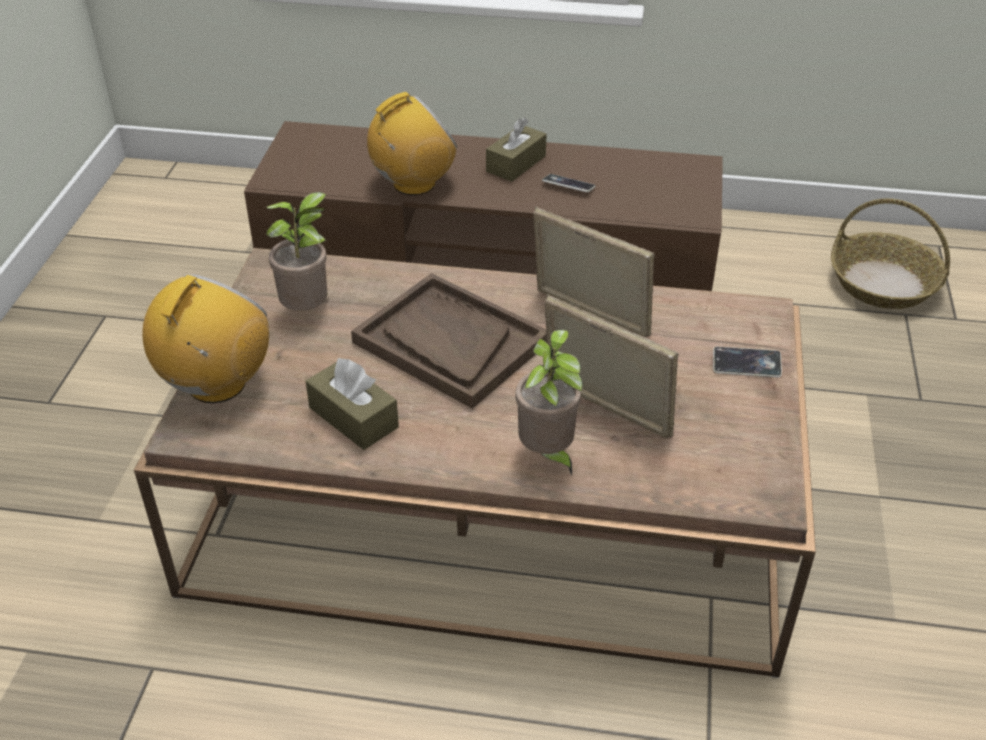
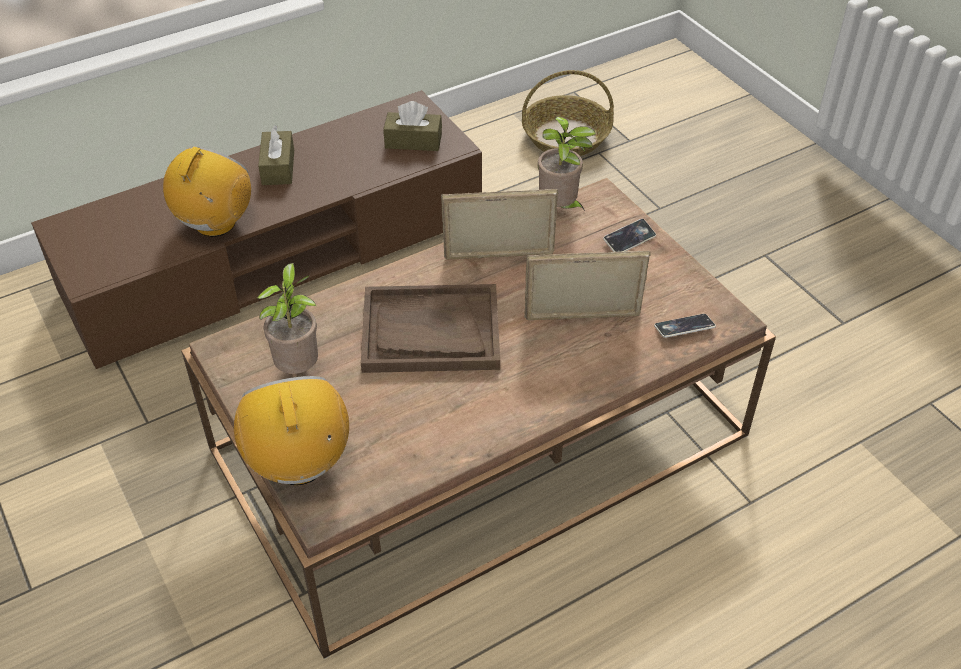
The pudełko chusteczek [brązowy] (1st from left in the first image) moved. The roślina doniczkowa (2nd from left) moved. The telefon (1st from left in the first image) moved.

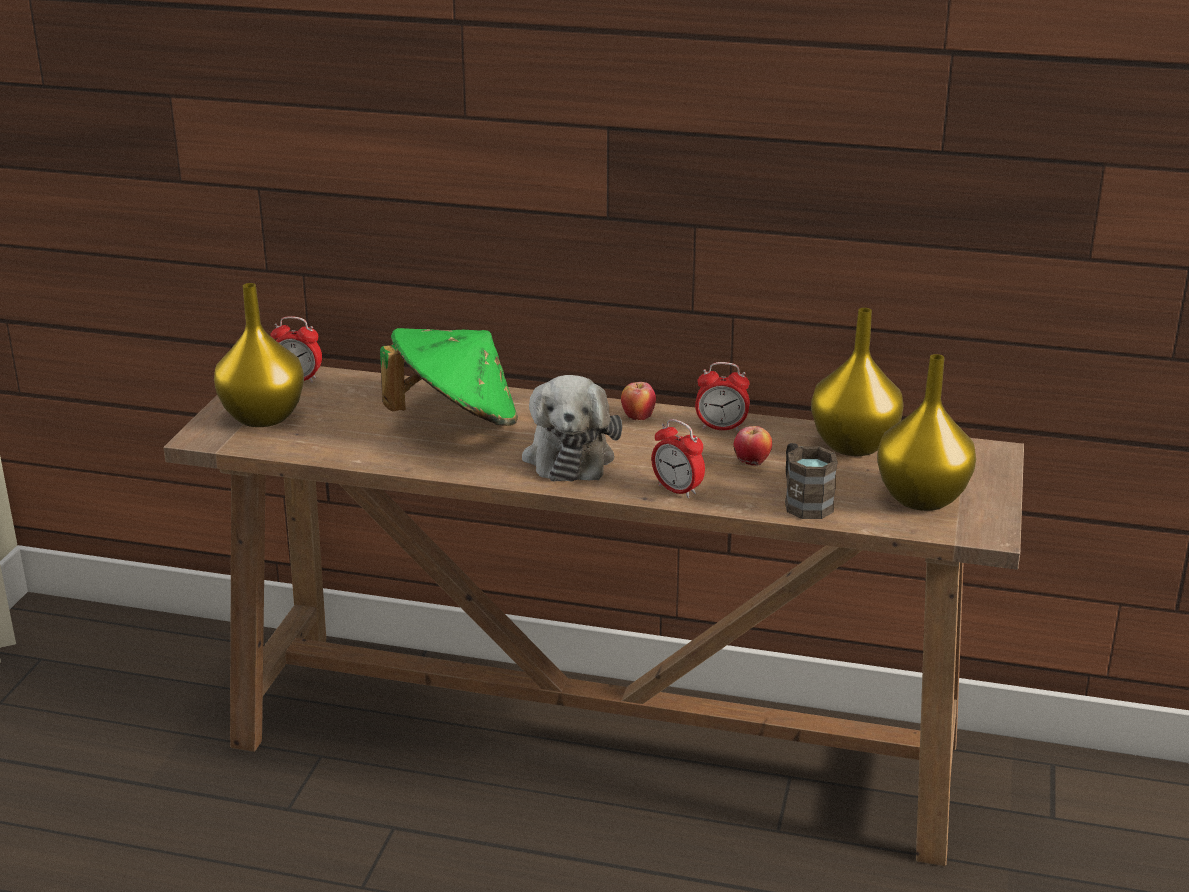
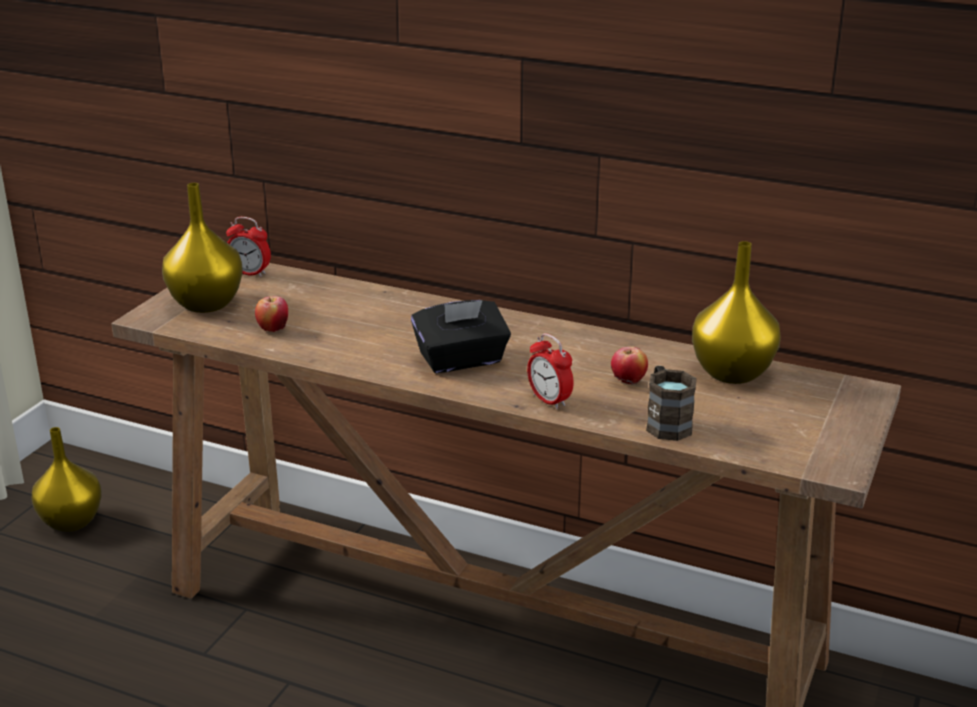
The kapelusz [zielony] disappeared. The budzik (3rd from left) disappeared. The jabłko (1st from left) moved. The wazon [żółty] (3rd from left in the first image) moved. The pluszak was replaced by the pudełko chusteczek [czarny].

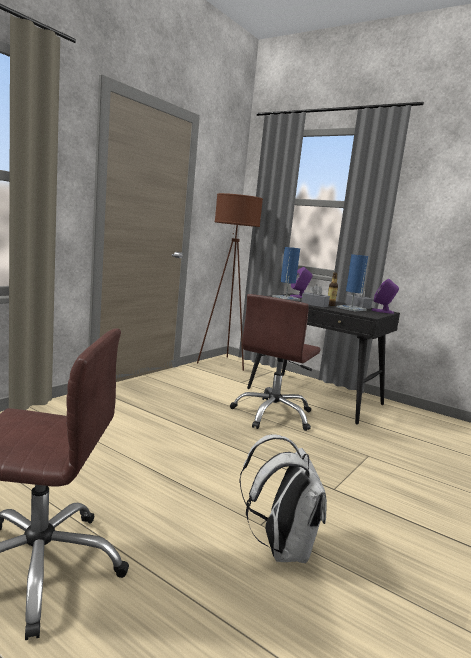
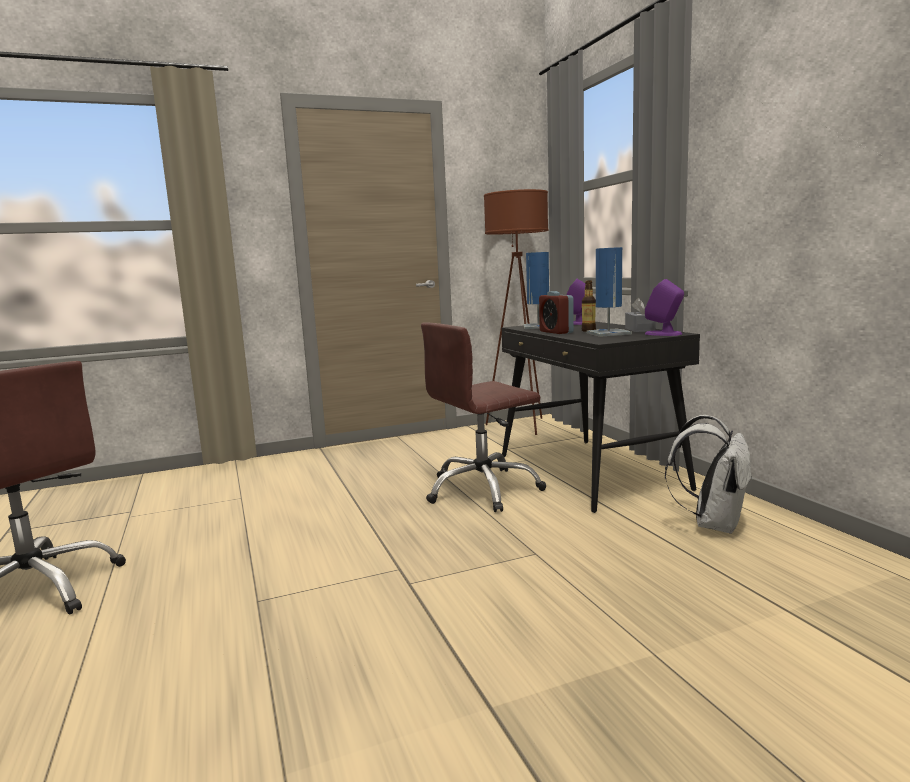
The plecak [biały] moved. The pudełko chusteczek [szary] (1st from left) was replaced by the budzik.

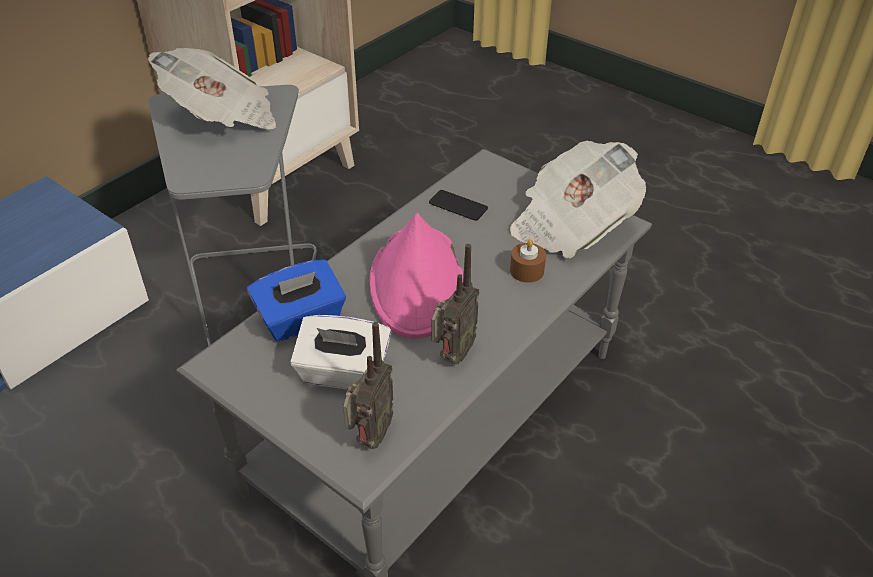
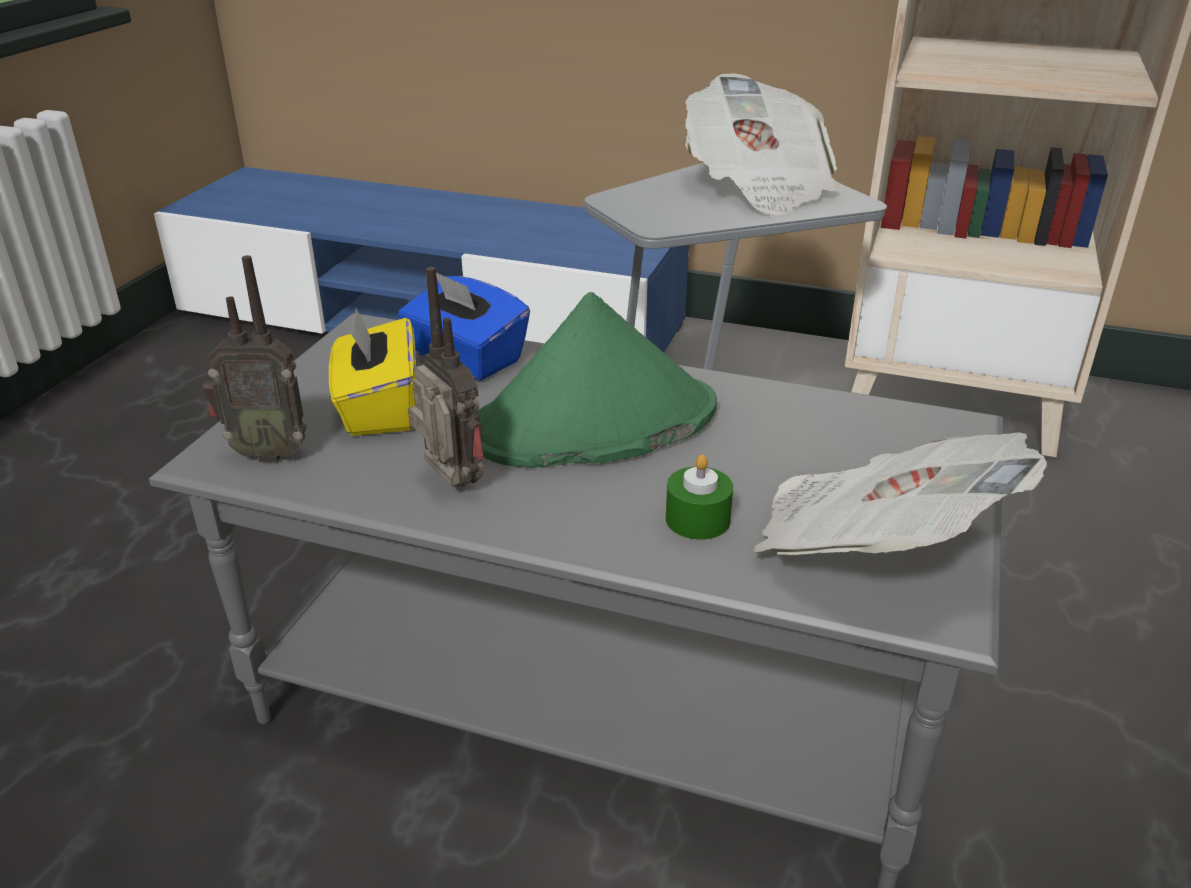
The telefon disappeared. The pudełko chusteczek [biały] became the pudełko chusteczek [żółty]. The kapelusz [różowy] became the kapelusz [zielony]. The świeca [brązowy] became the świeca [zielony]. The radio (2nd from left) turned 135 degrees counterclockwise.

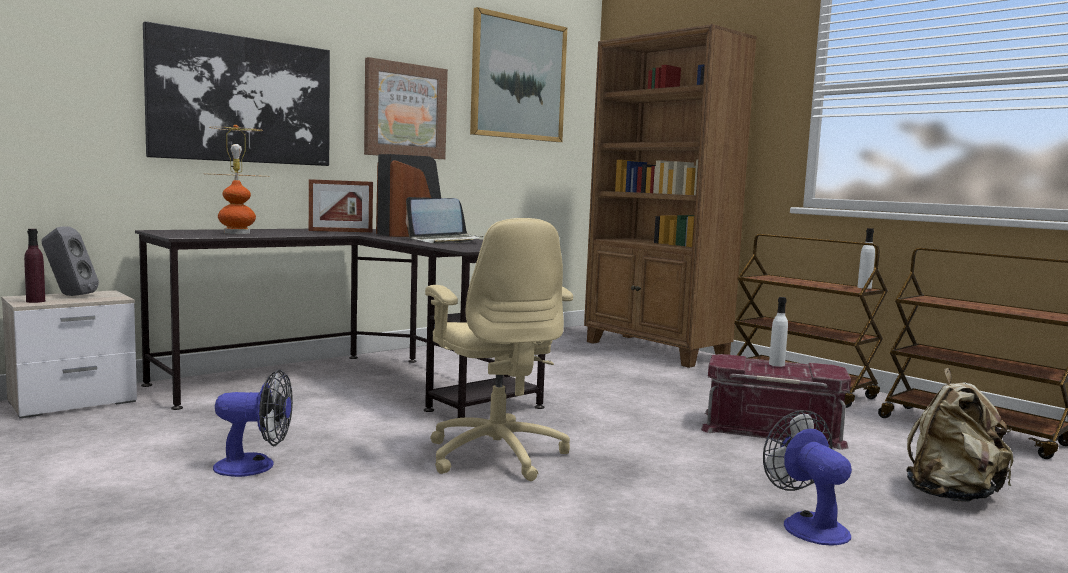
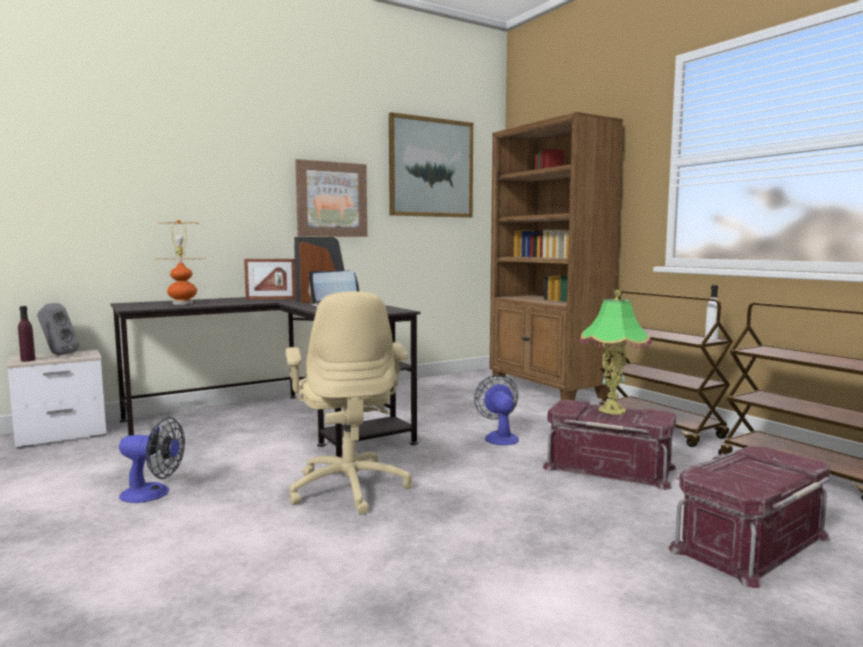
The obraz (1st from left) disappeared. The wentylator (2nd from left) moved. The butelka [biały] (1st from left) was replaced by the lampa stołowa (2nd from left). The plecak [beżowy] was replaced by the pojemnik do przechowywania [czerwony] (2nd from left).

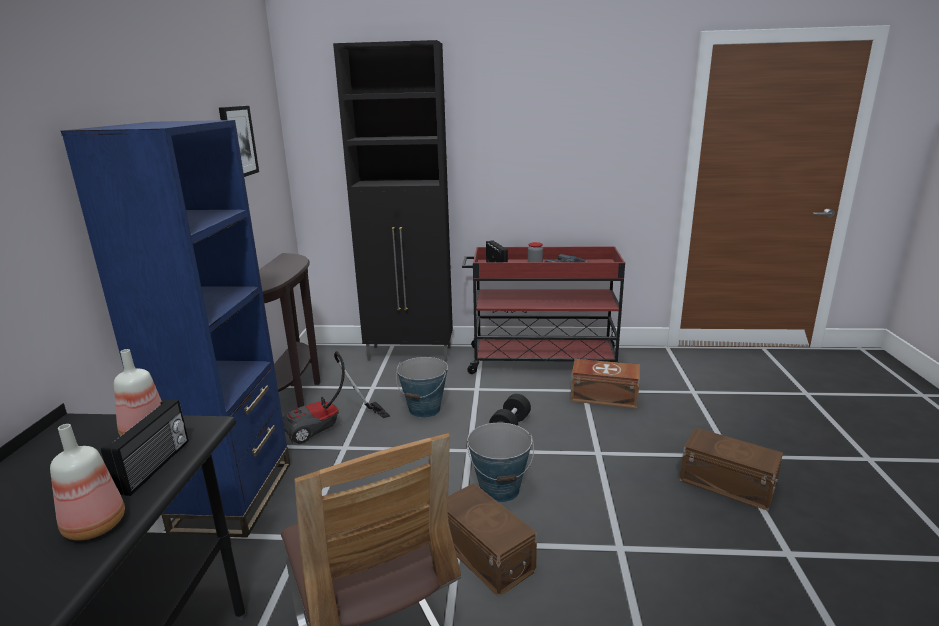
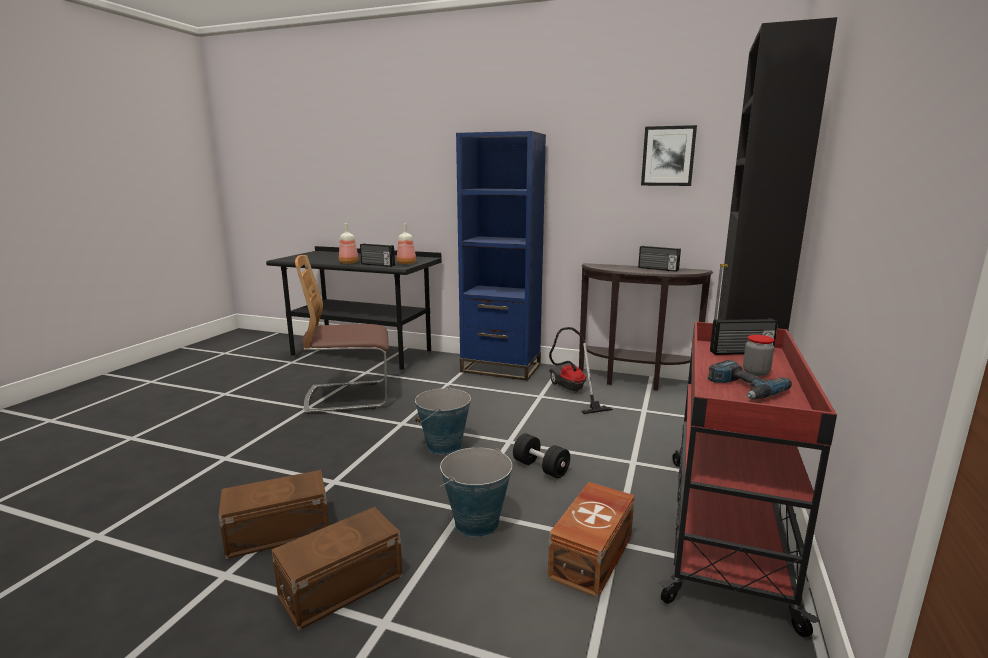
The radio (2nd from left) appeared. The wiadro (1st from left in the first image) moved. The pojemnik do przechowywania [brązowy] (1st from left) moved.

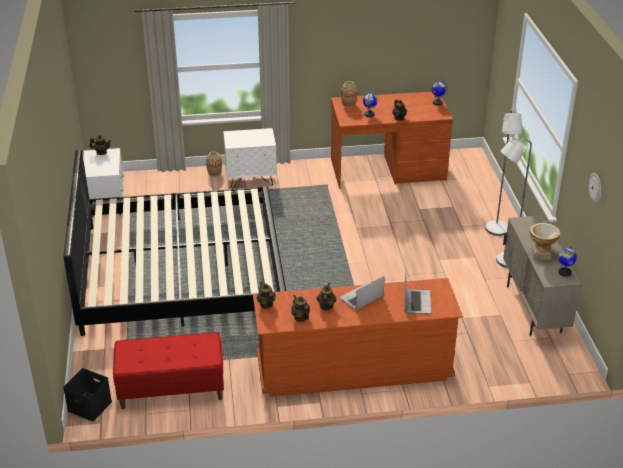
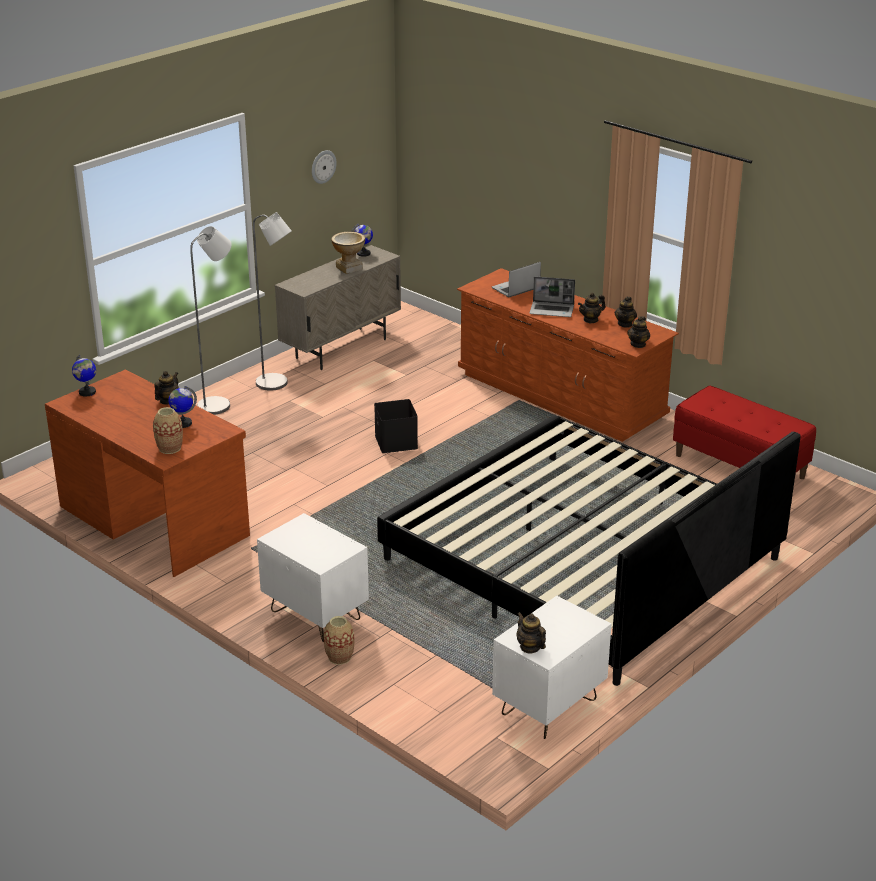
The pojemnik do przechowywania [czarny] moved.

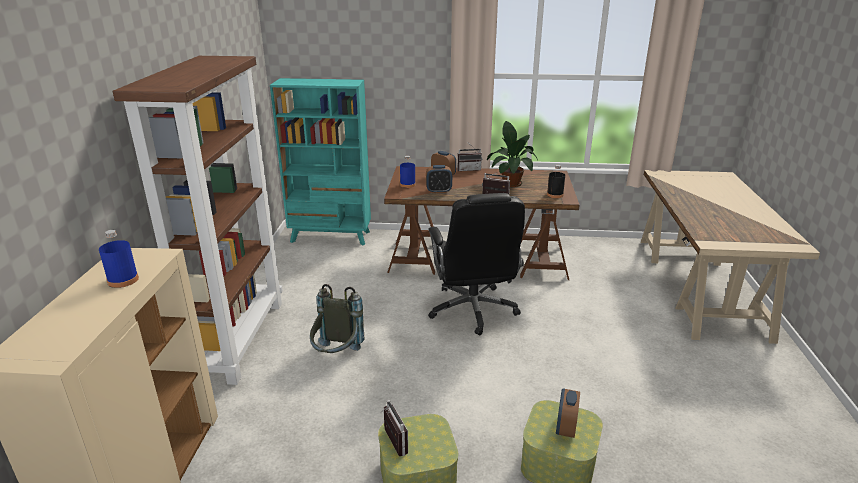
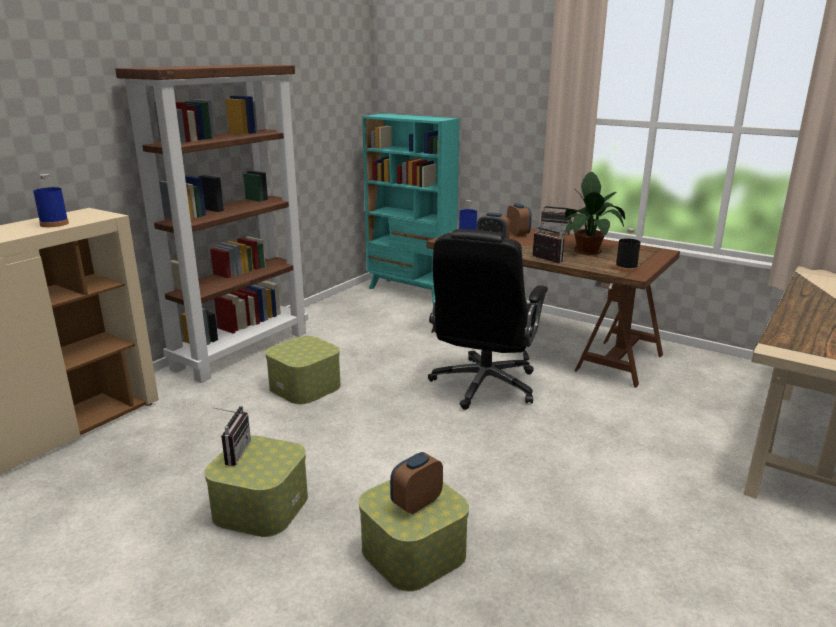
The plecak [szary] was replaced by the pojemnik do przechowywania (2nd from left).

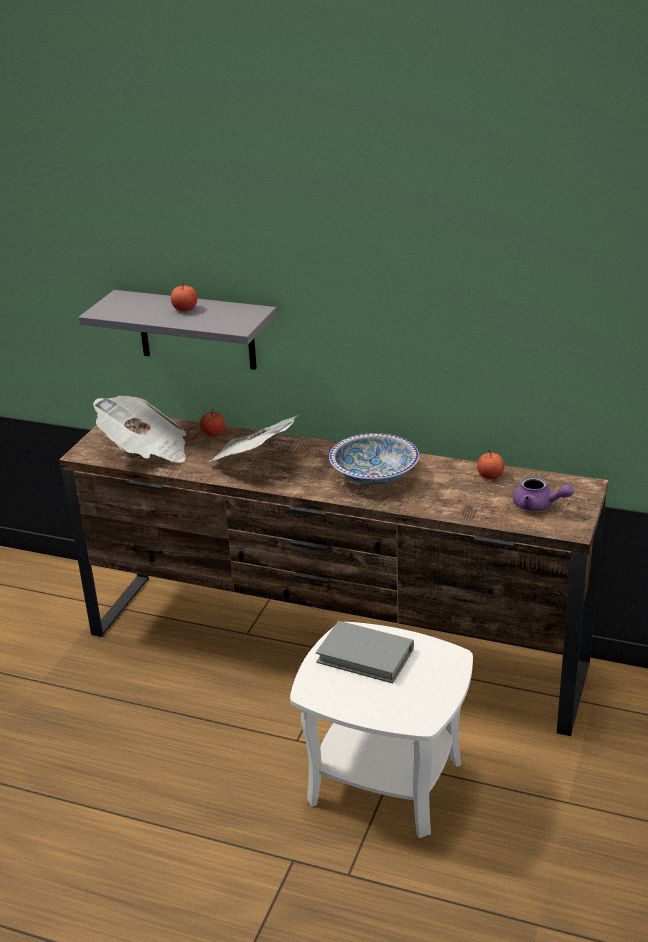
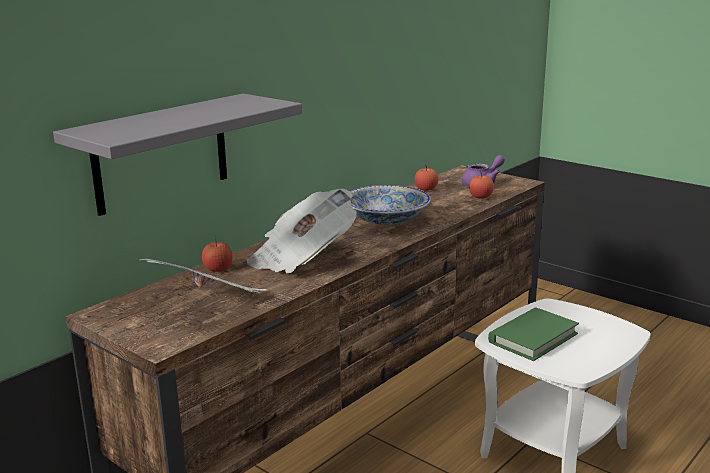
The jabłko (1st from left in the first image) moved. The książka [szary] became the książka [zielony].

